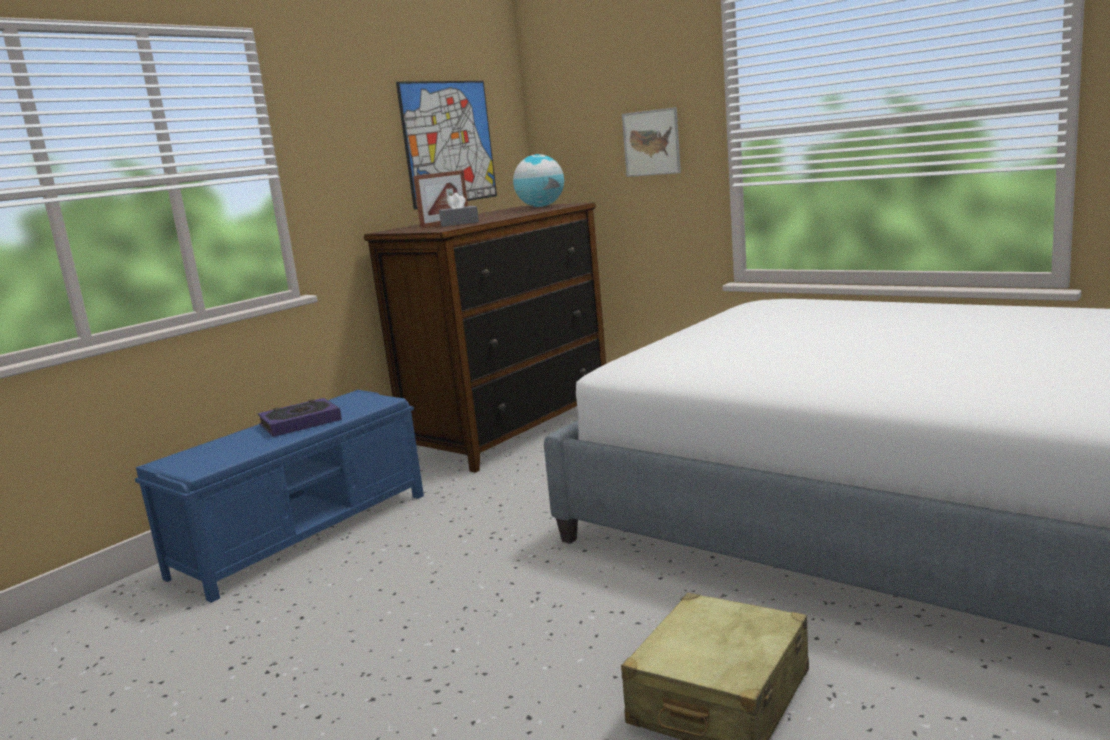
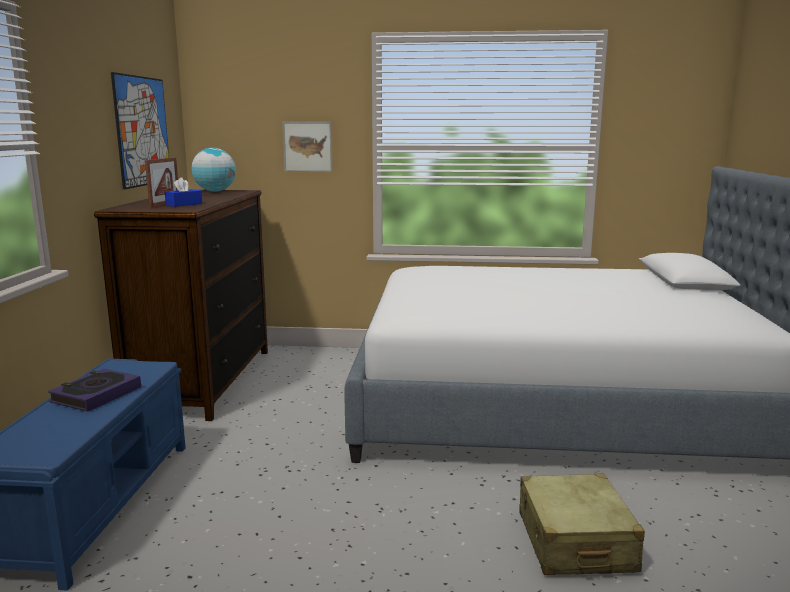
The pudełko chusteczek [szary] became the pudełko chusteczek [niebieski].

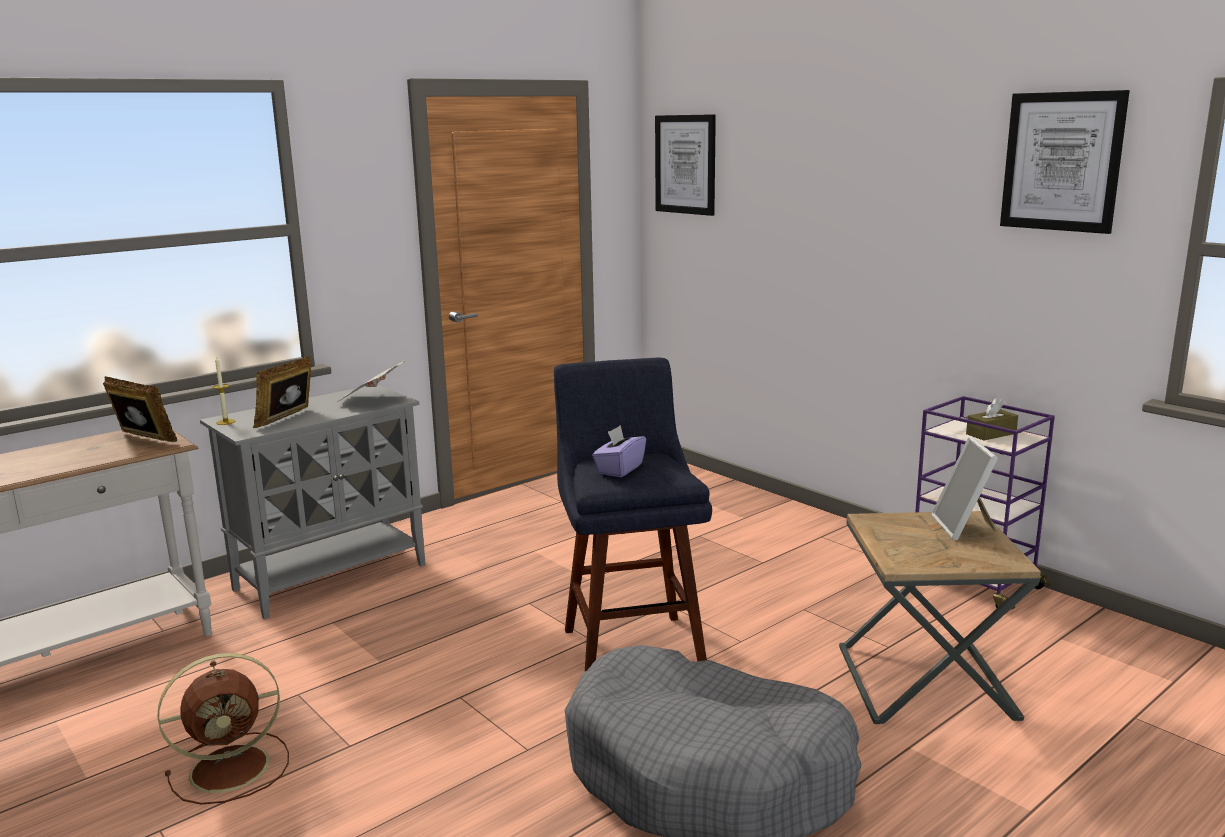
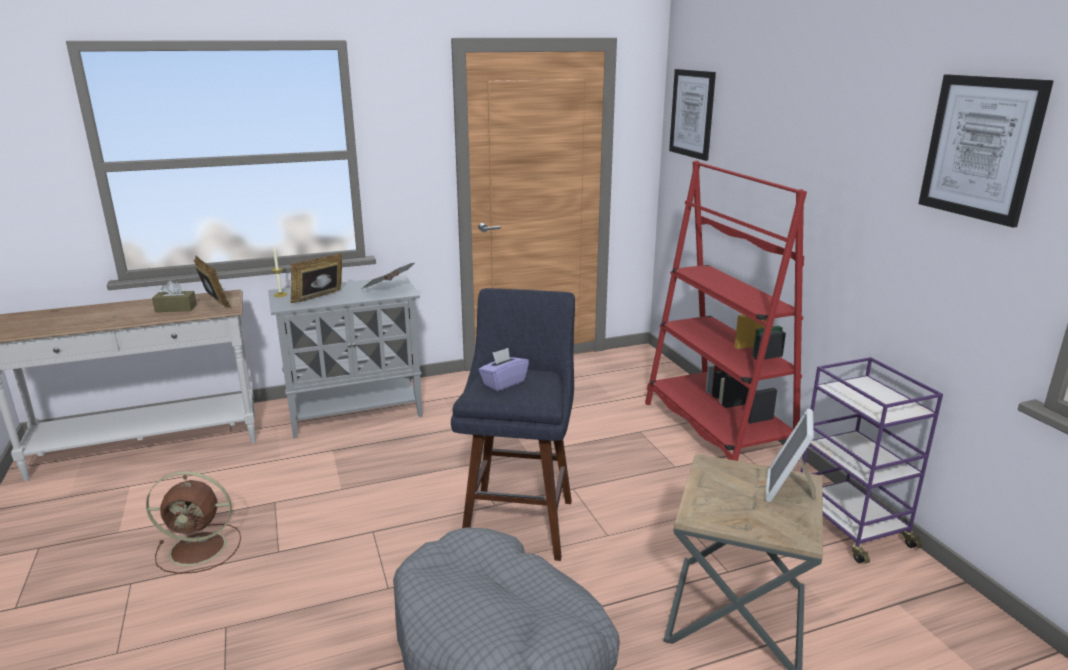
The regał [czerwony] appeared. The pudełko chusteczek [brązowy] moved.

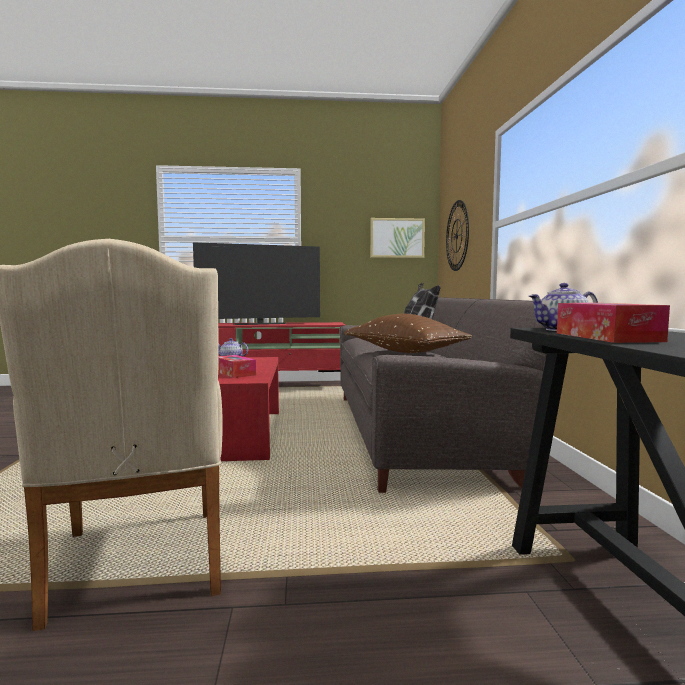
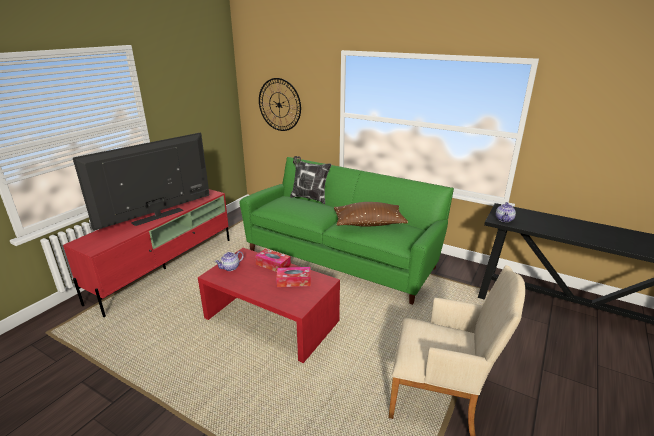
The obraz disappeared. The pudełko chusteczek (2nd from left in the first image) moved. The kanapa [szary] became the kanapa [zielony]. The telewizor turned 150 degrees counterclockwise.

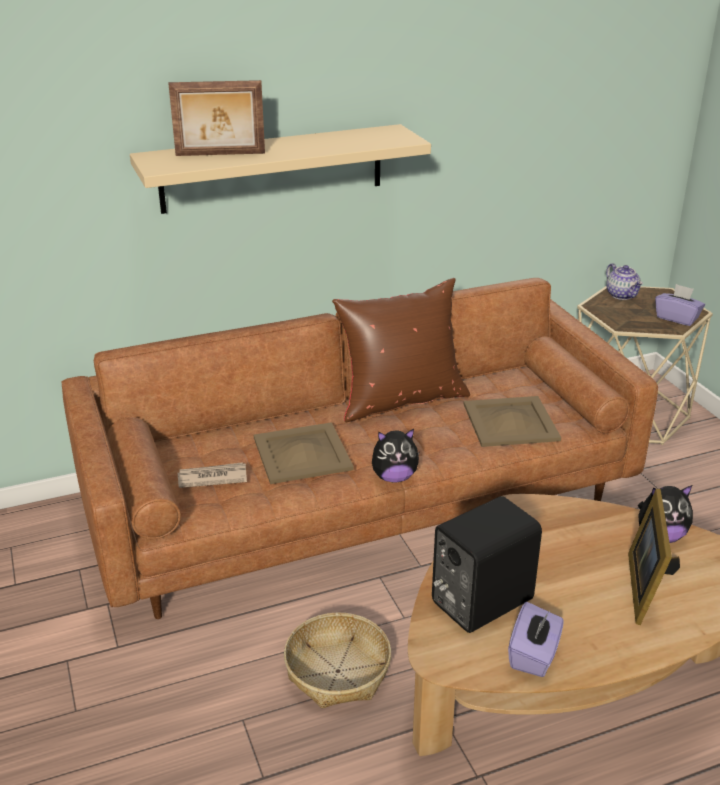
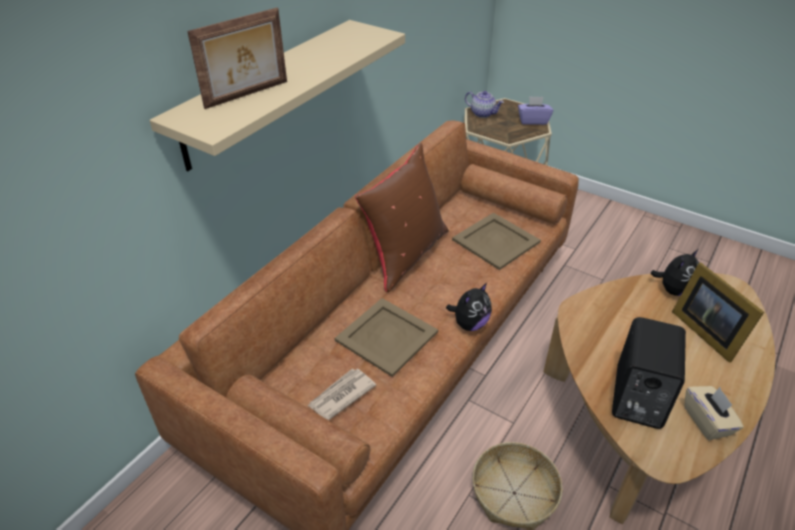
The pudełko chusteczek [fioletowy] (1st from left) became the pudełko chusteczek [beżowy].

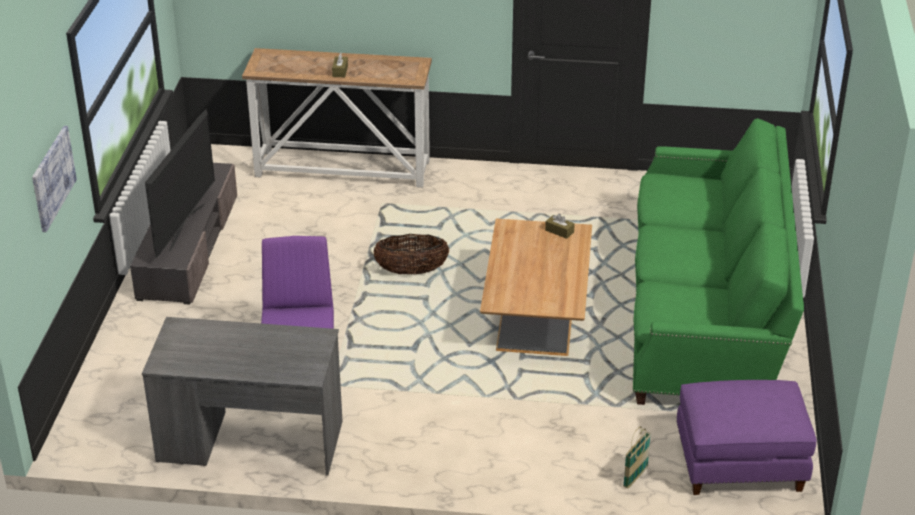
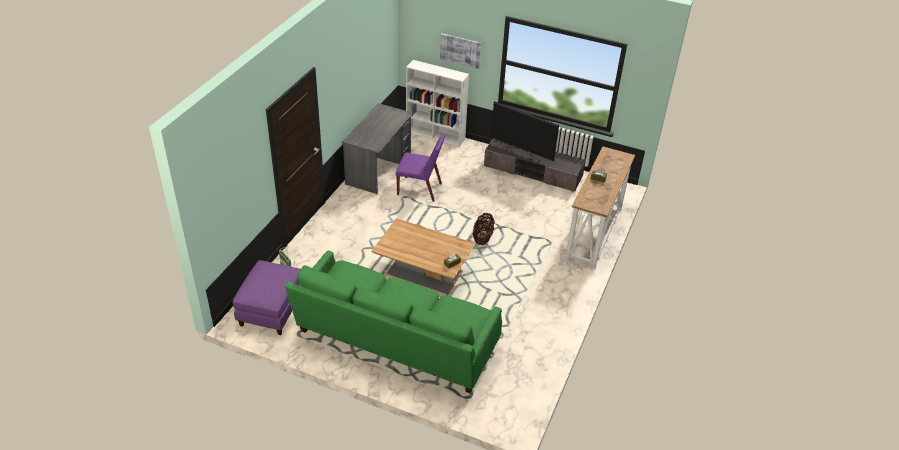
The regał [biały] appeared.

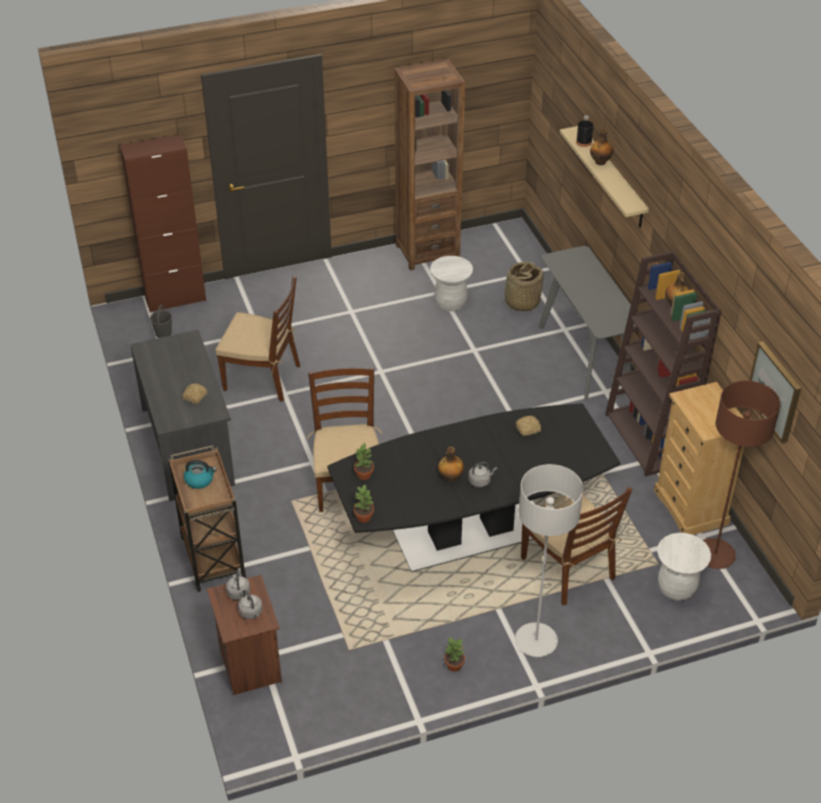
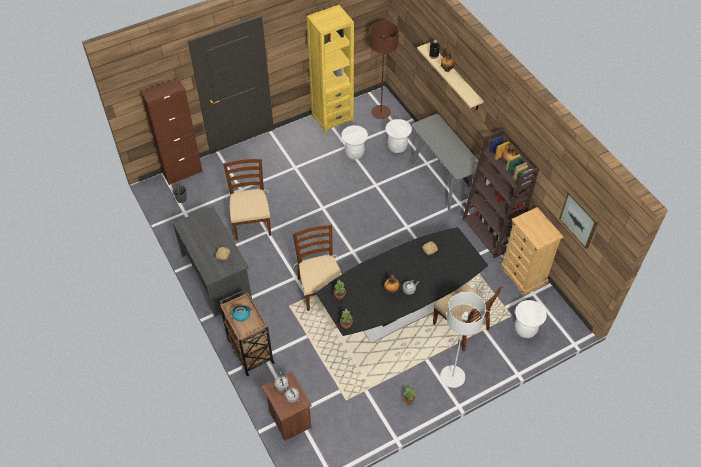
The lampa stojąca [brązowy] moved. The koszyk was replaced by the stołek [biały] (2nd from left). The regał [brązowy] (1st from left) became the regał [żółty]. The krzesło [brązowy] (1st from left) turned 105 degrees counterclockwise.

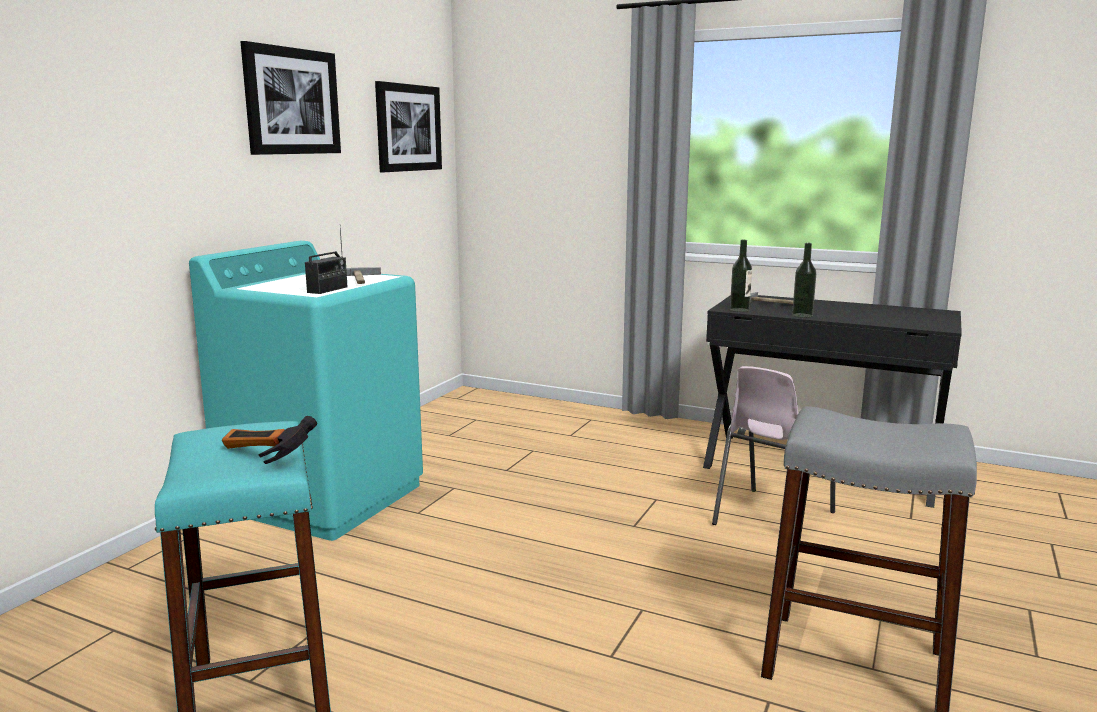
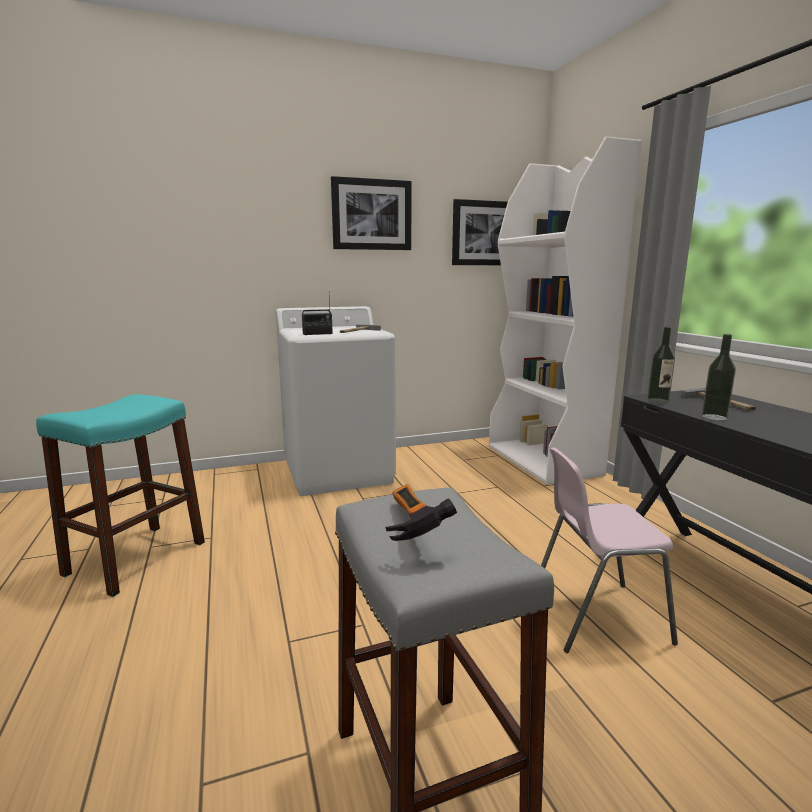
The regał [biały] appeared. The młotek (1st from left in the first image) moved. The pralka [turkusowy] became the pralka [biały].

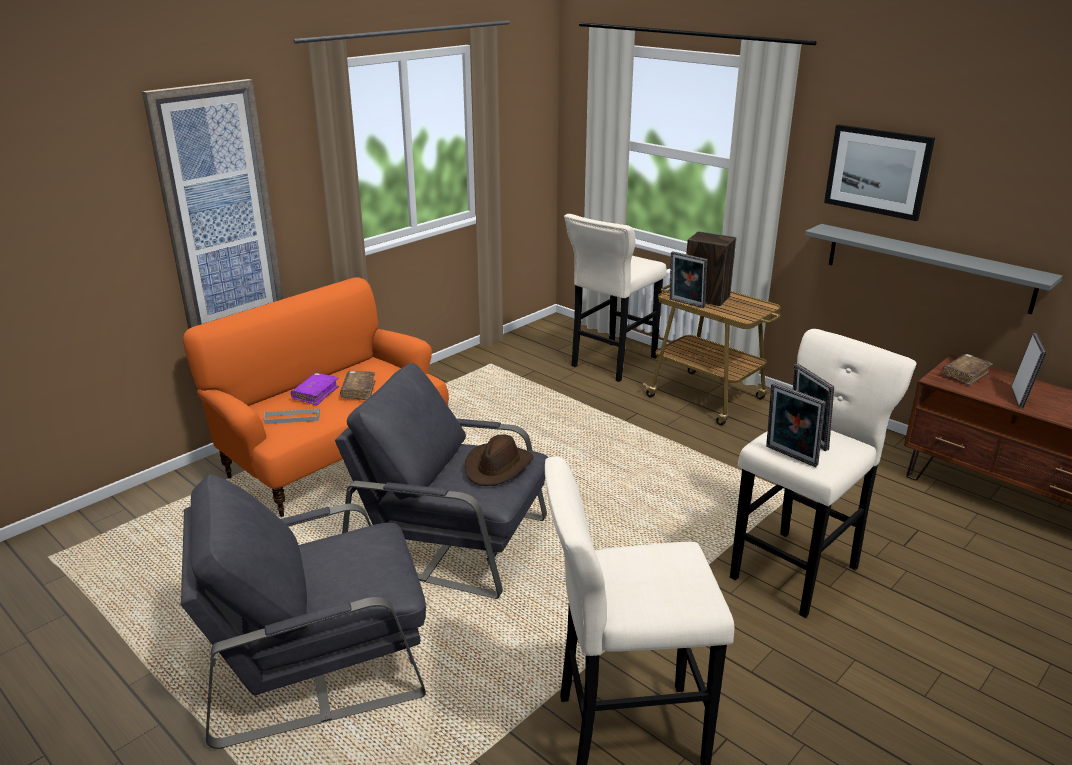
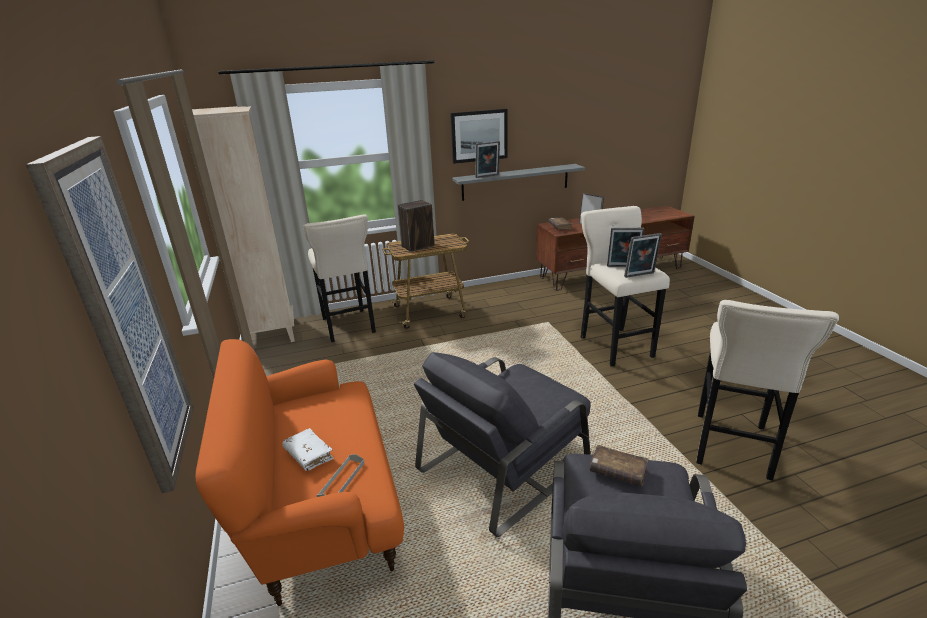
The kapelusz [brązowy] disappeared. The regał [beżowy] appeared. The książka [brązowy] (1st from left in the first image) moved. The ramka na zdjęcie (1st from left) moved. The książka [fioletowy] became the książka [biały].

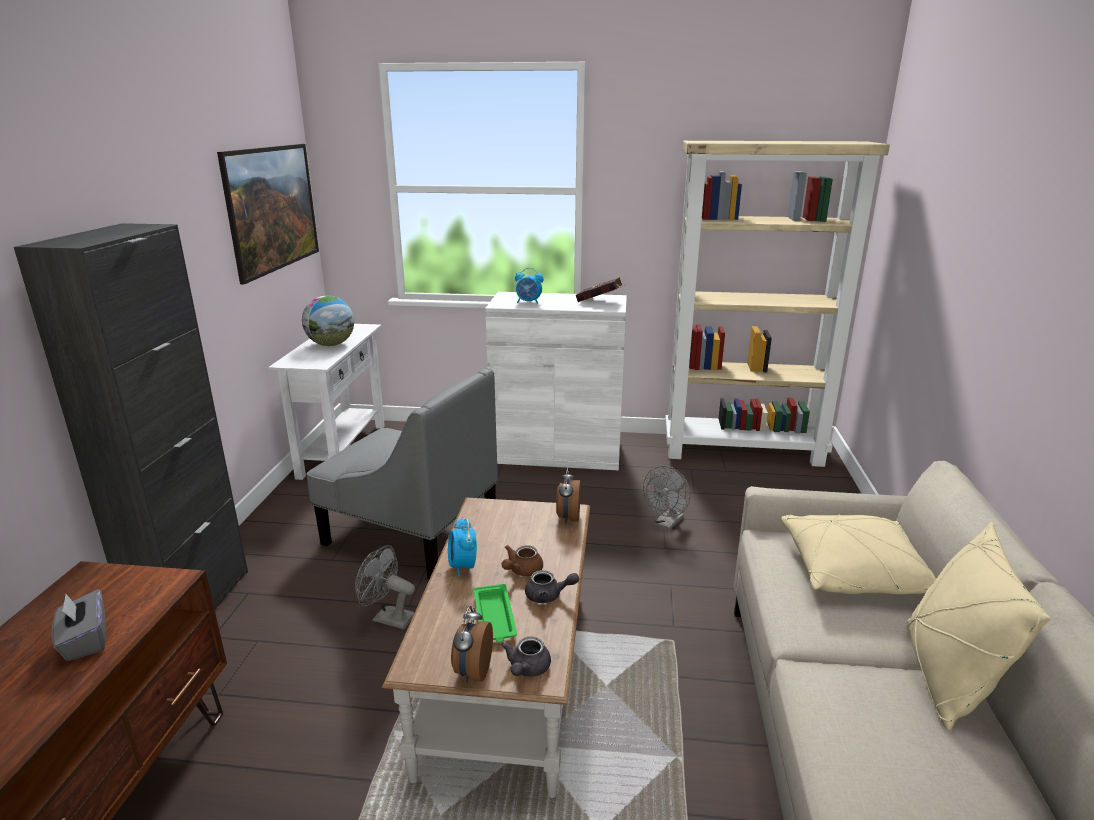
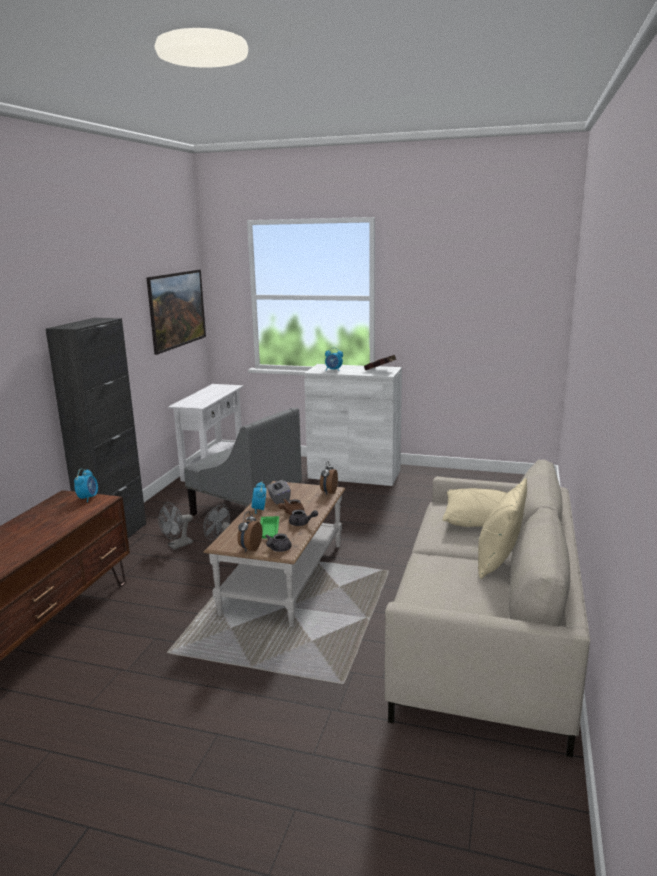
The globus disappeared. The regał [beżowy] disappeared. The budzik (1st from left) appeared. The pudełko chusteczek [szary] moved. The wentylator [szary] (2nd from left in the first image) moved.

